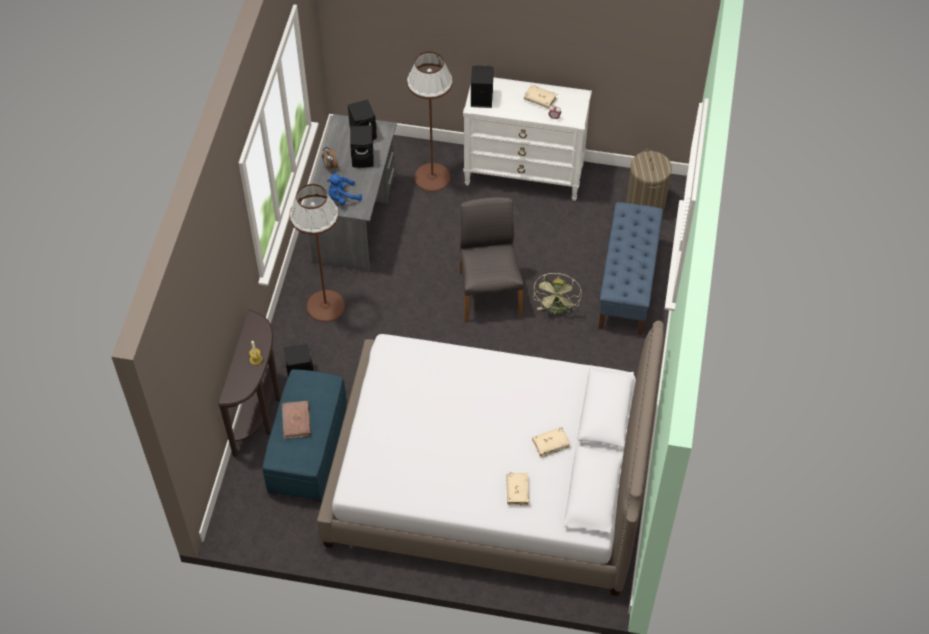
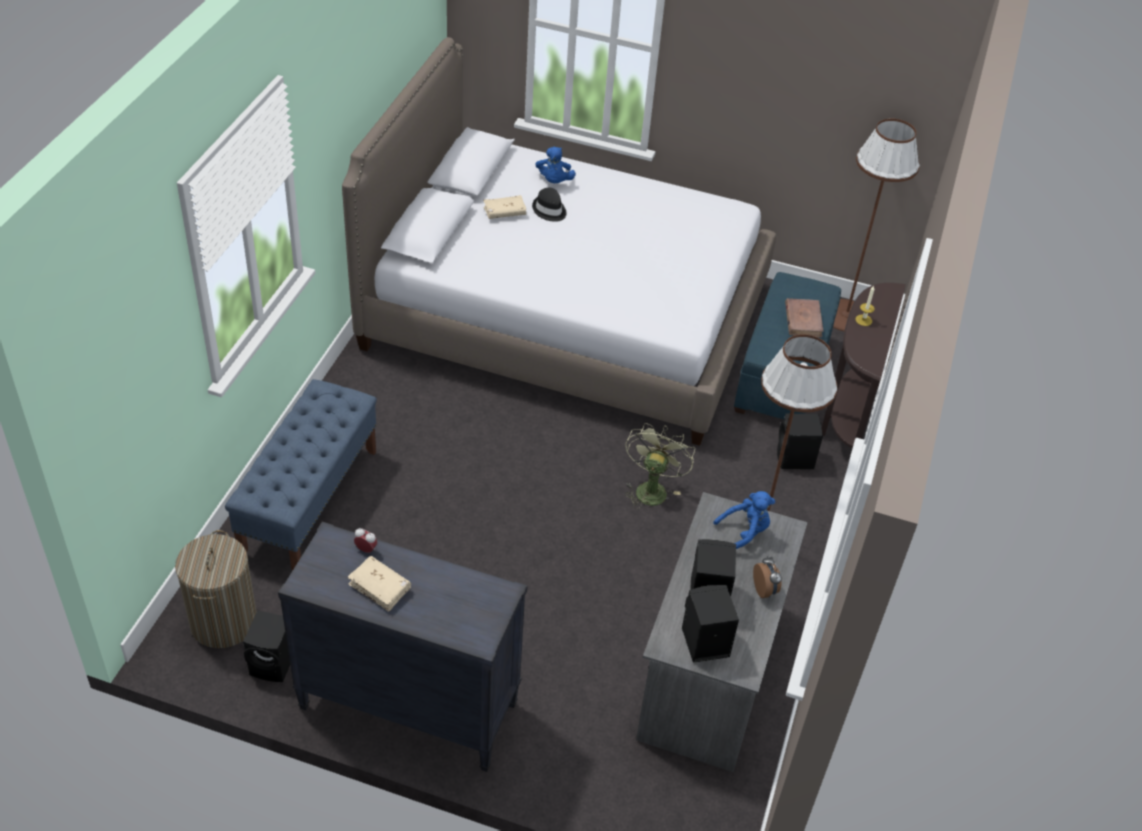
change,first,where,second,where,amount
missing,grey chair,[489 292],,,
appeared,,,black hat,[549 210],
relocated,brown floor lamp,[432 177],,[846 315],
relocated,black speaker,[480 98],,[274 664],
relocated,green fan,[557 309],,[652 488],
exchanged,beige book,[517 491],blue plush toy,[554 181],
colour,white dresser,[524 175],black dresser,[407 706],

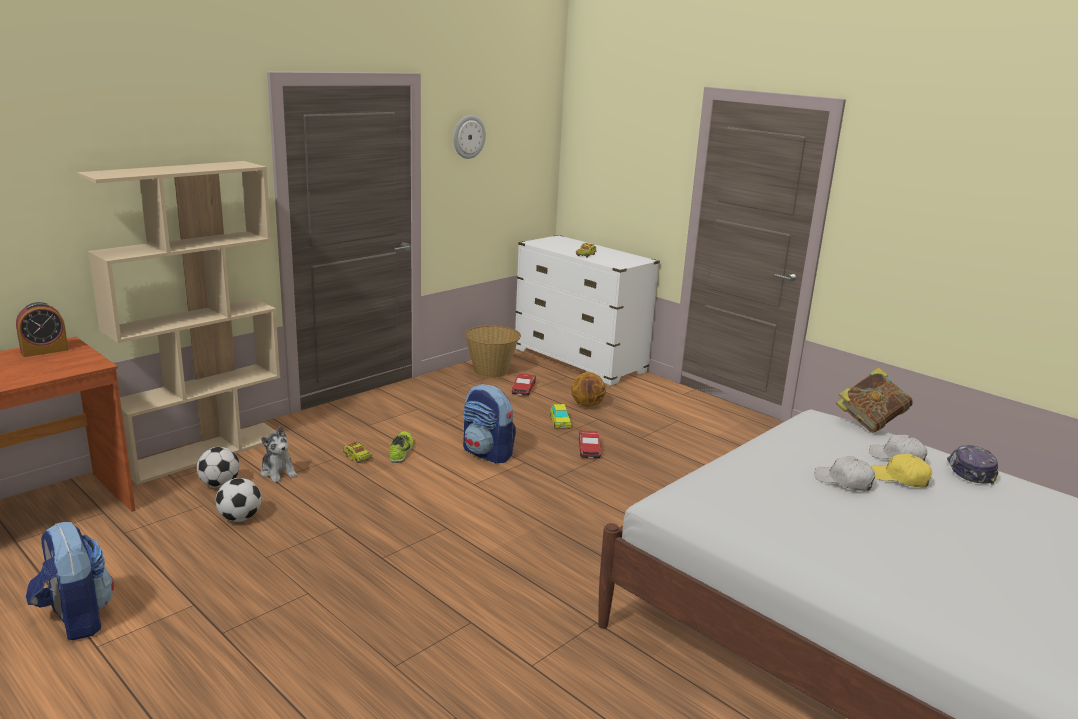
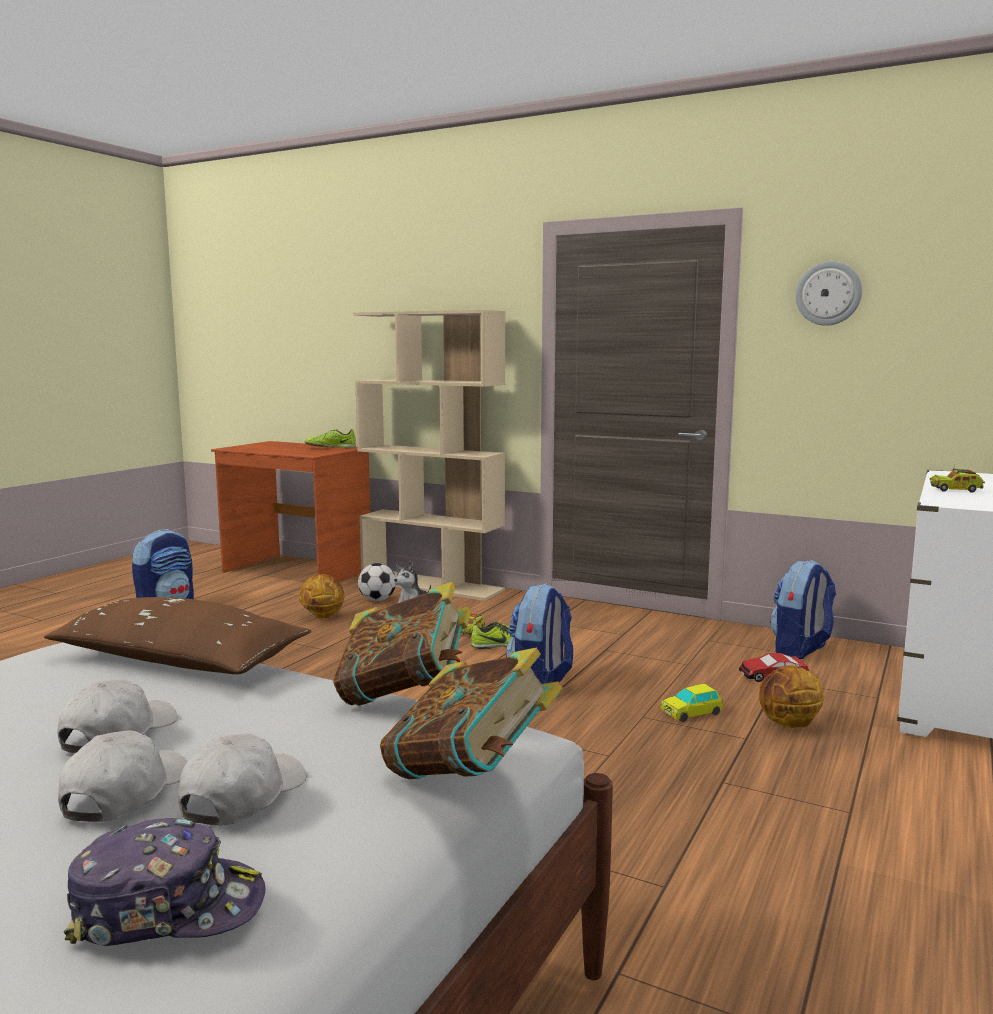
change,first,where,second,where,amount
missing,toy car,[589 450],,,
appeared,,,brown pillow,[179 661],
appeared,,,book,[405 695],
exchanged,alarm clock,[44 351],shoe,[330 448],
exchanged,football,[240 518],basketball,[323 616],
exchanged,basket,[491 371],backpack,[801 650],
colour,yellow cap,[900 478],white cap,[125 793],

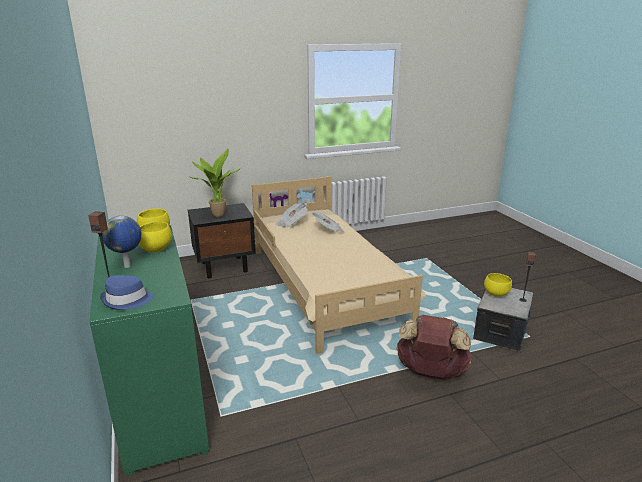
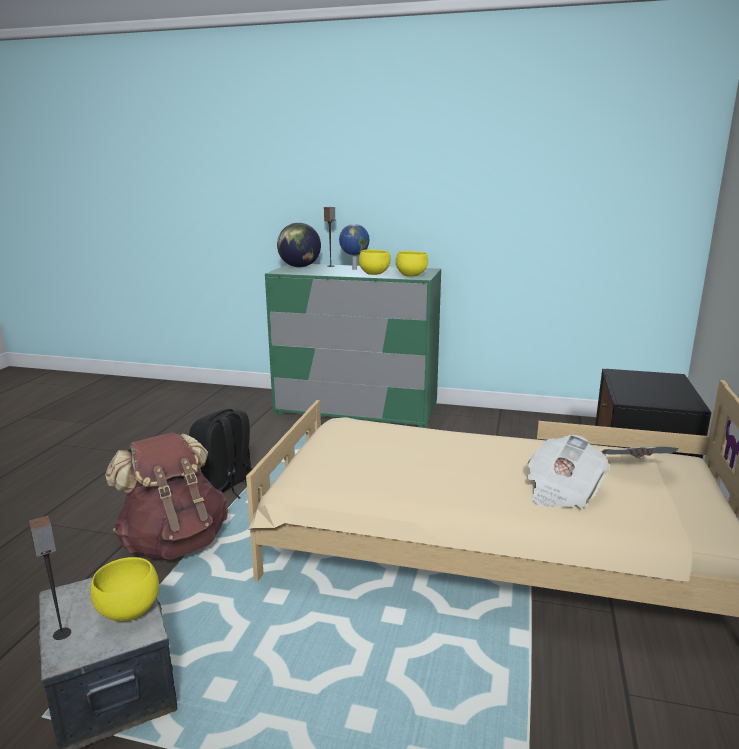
change,first,where,second,where,amount
missing,potted plant,[217 215],,,
appeared,,,black backpack,[226 486],
exchanged,blue hat,[127 300],globe,[299 267],

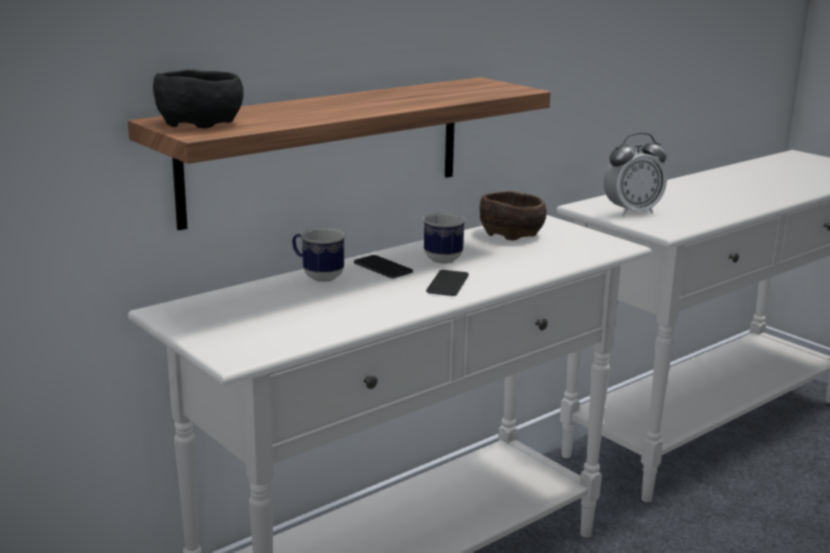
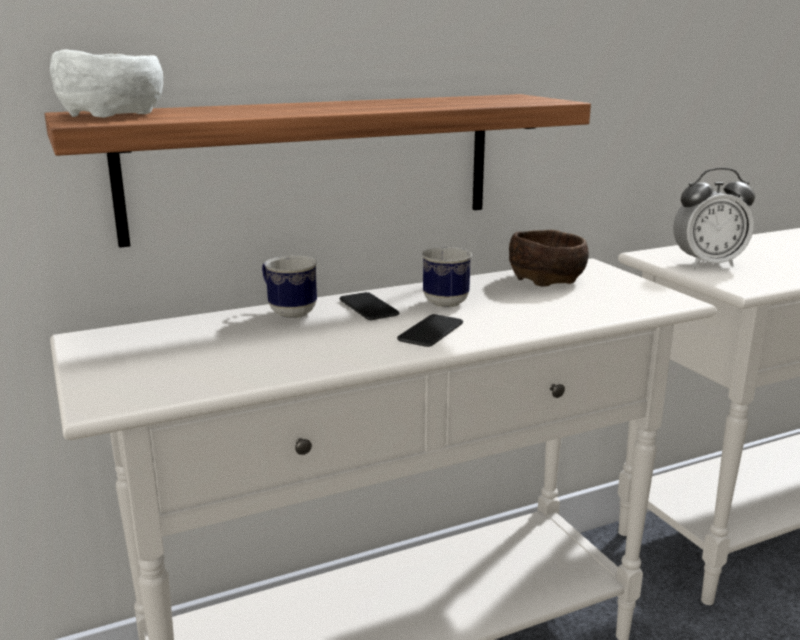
change,first,where,second,where,amount
colour,black bowl,[200 122],white bowl,[114 114],

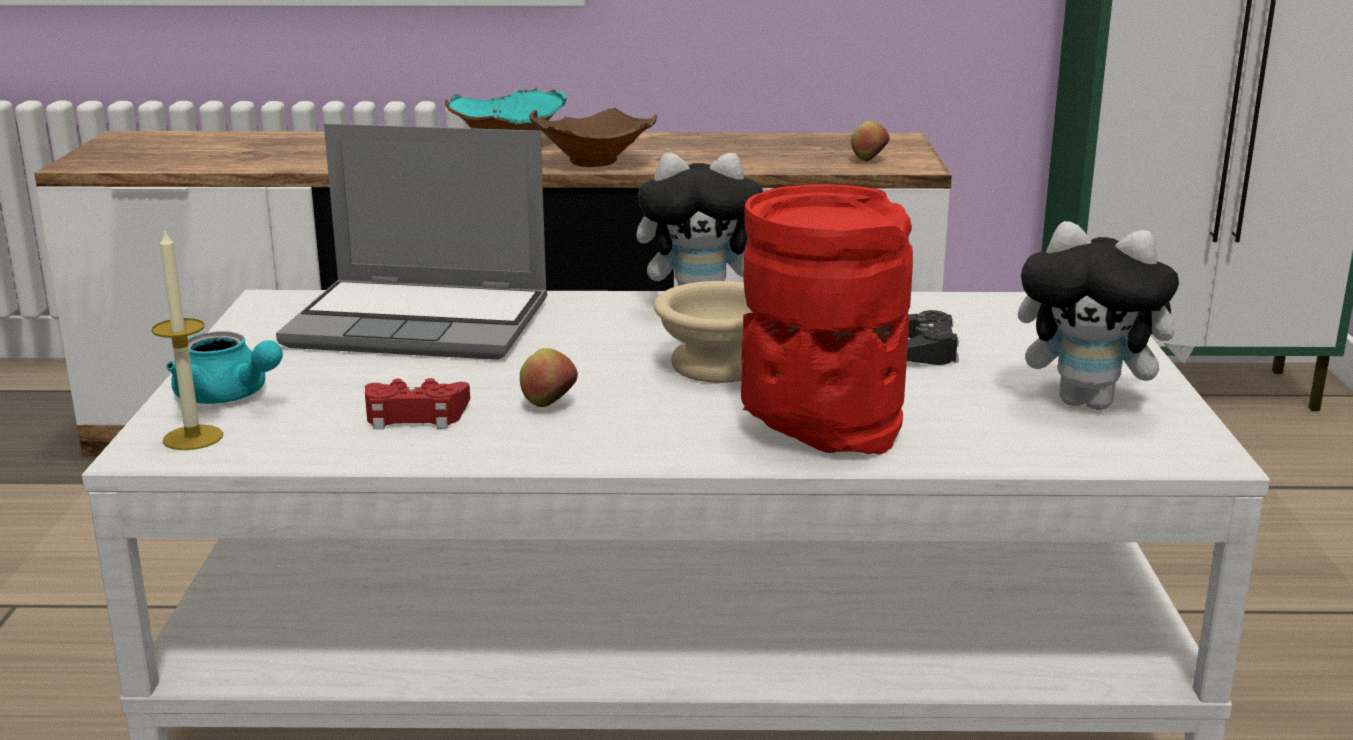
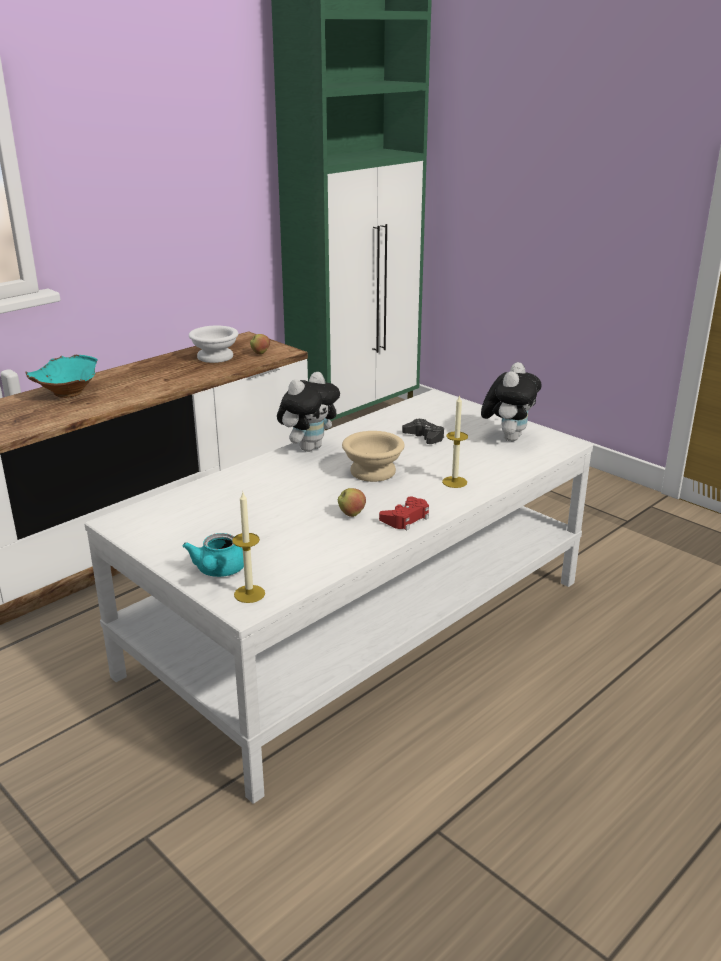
change,first,where,second,where,amount
missing,laptop,[423 323],,,
missing,brown bowl,[594 163],,,
appeared,,,white bowl,[213 357],
relocated,red game controller,[415 415],,[406 518],
exchanged,red vase,[818 428],candle,[454 482],
spun,turquoise teapot,[228 397],,[218 571],105 degrees clockwise
spun,plush toy,[1091 403],,[508 437],45 degrees counterclockwise

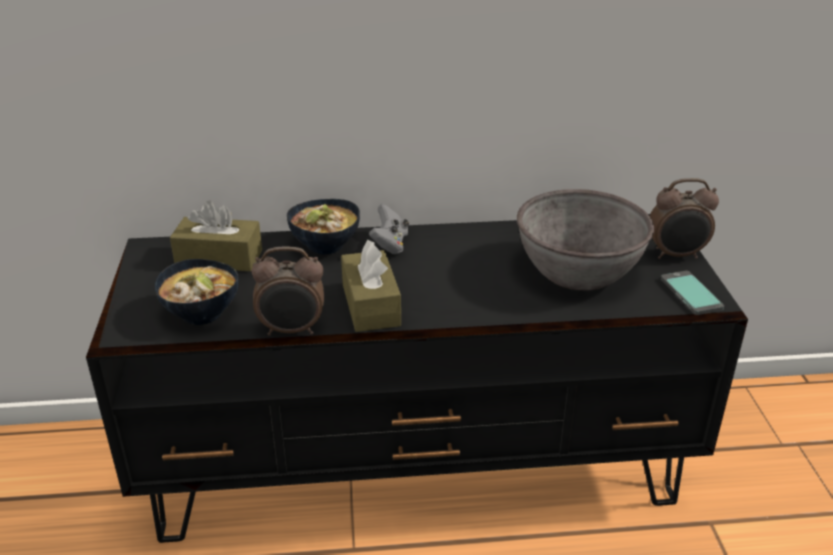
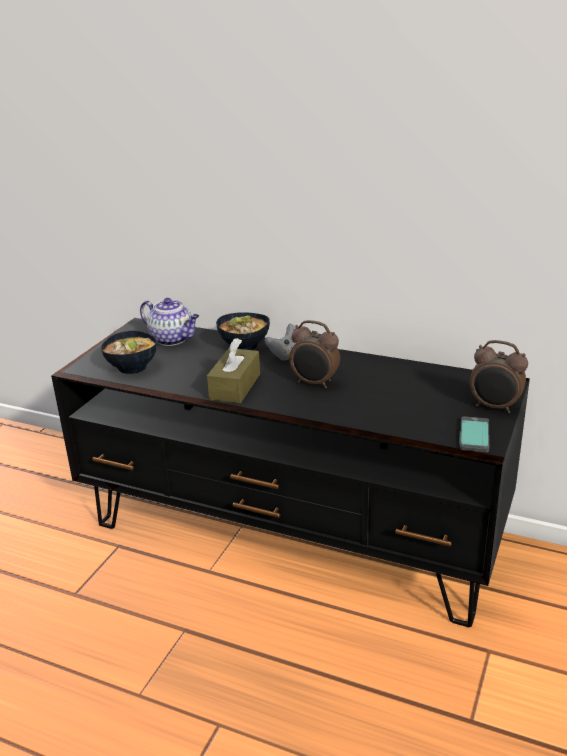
change,first,where,second,where,amount
missing,grey bowl,[578 271],,,
relocated,alarm clock,[292 330],,[314 383],
exchanged,brown tissue box,[219 258],teapot,[173 339],

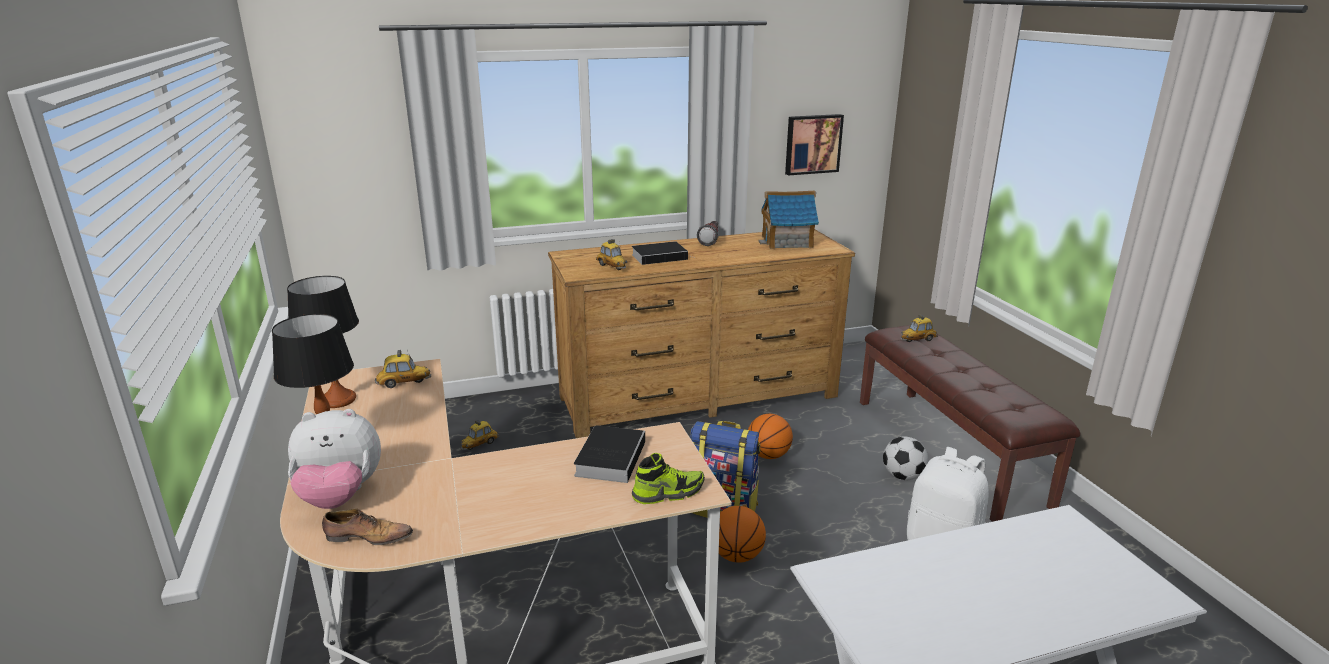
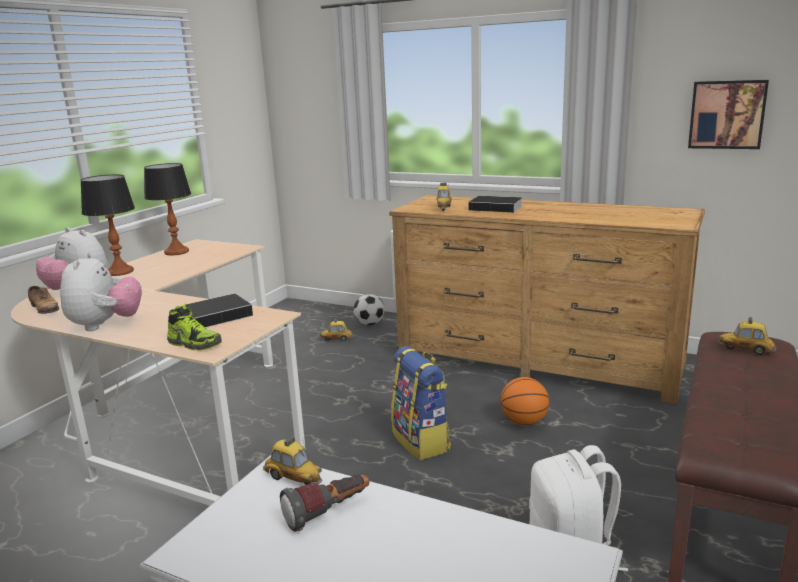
change,first,where,second,where,amount
missing,basketball,[737 555],,,
missing,toy house,[787 242],,,
appeared,,,plush toy,[105 325],
relocated,toy car,[404 383],,[294 478],
relocated,flashlight,[710 240],,[328 513],
relocated,football,[902 476],,[370 324],

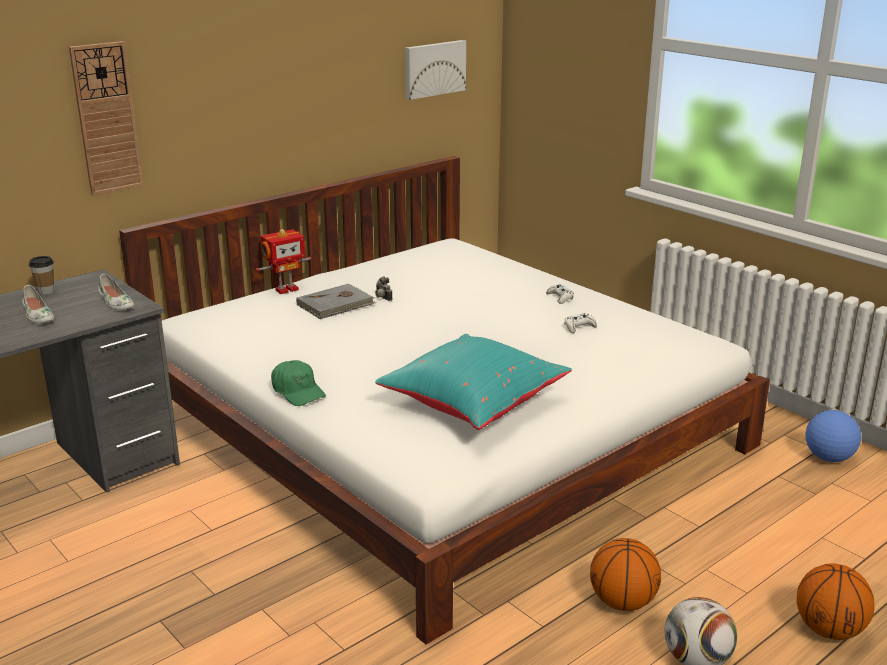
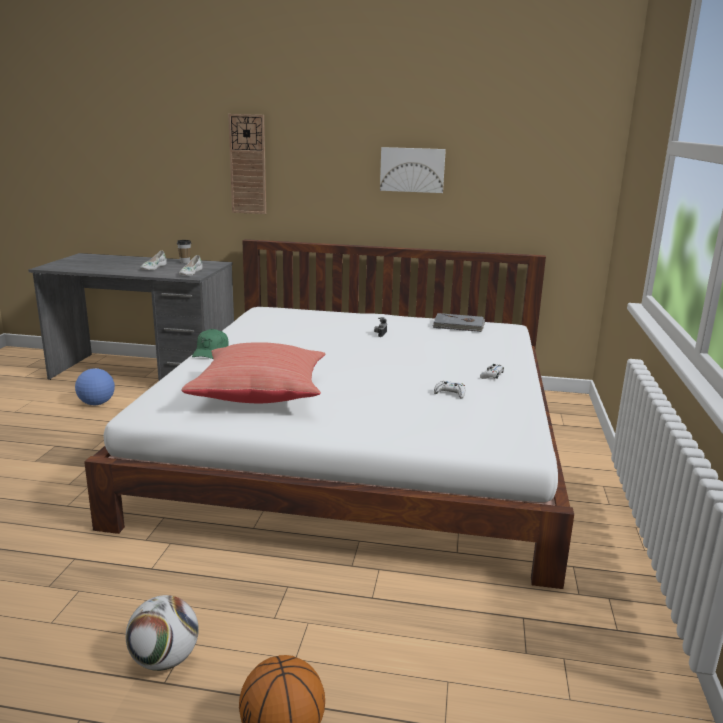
change,first,where,second,where,amount
missing,toy robot,[286 289],,,
missing,basketball,[622 602],,,
relocated,grey book,[336 305],,[459 325],
relocated,picture,[433 69],,[412 169],
relocated,football,[828 458],,[97 403],
colour,turquoise pillow,[472 404],red pillow,[260 395],

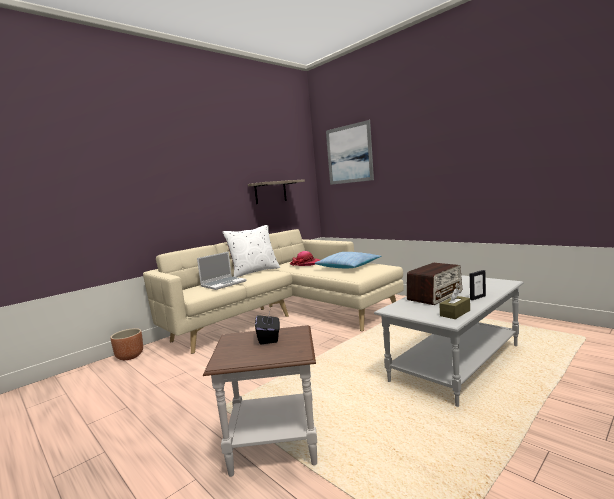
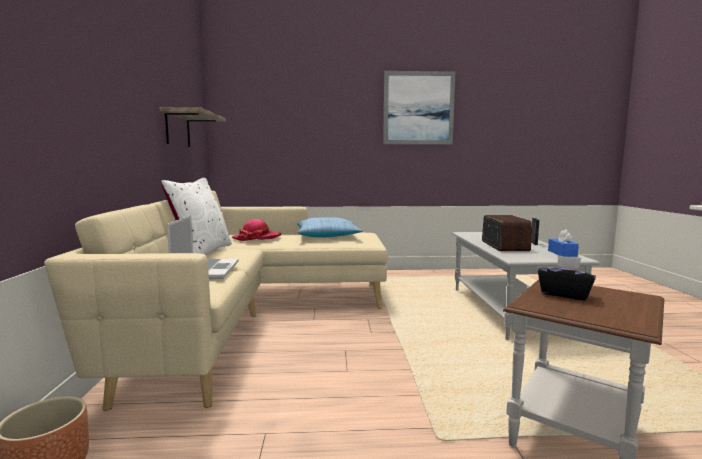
change,first,where,second,where,amount
relocated,picture,[349 154],,[418 108],
colour,brown tissue box,[455 313],blue tissue box,[562 253],

